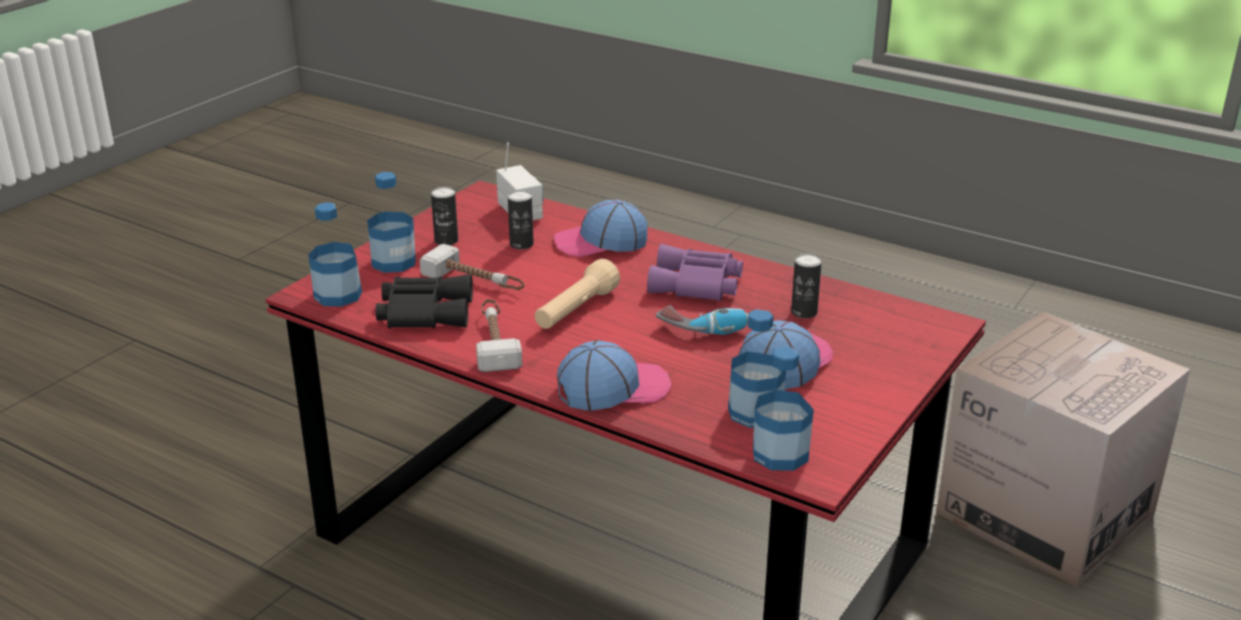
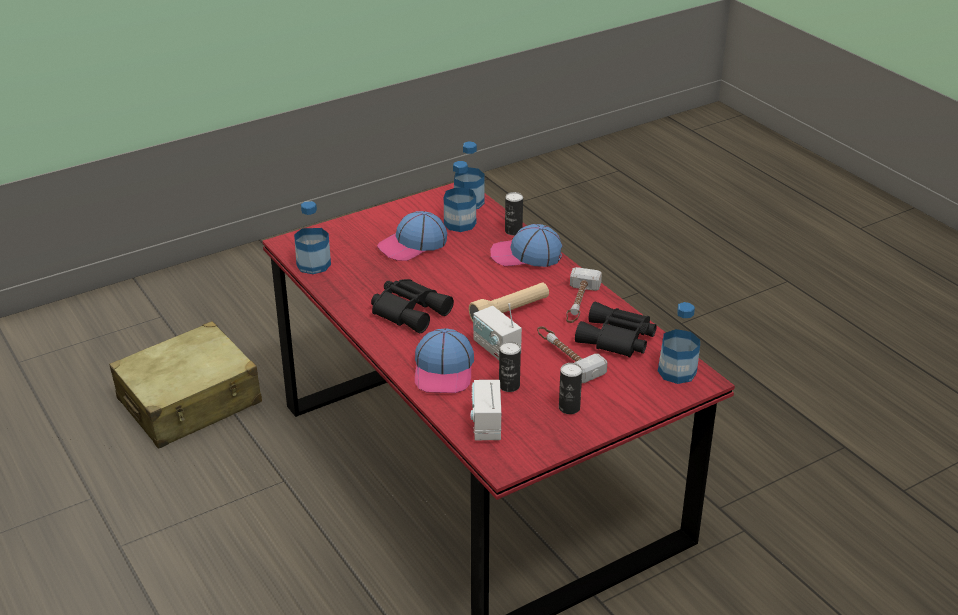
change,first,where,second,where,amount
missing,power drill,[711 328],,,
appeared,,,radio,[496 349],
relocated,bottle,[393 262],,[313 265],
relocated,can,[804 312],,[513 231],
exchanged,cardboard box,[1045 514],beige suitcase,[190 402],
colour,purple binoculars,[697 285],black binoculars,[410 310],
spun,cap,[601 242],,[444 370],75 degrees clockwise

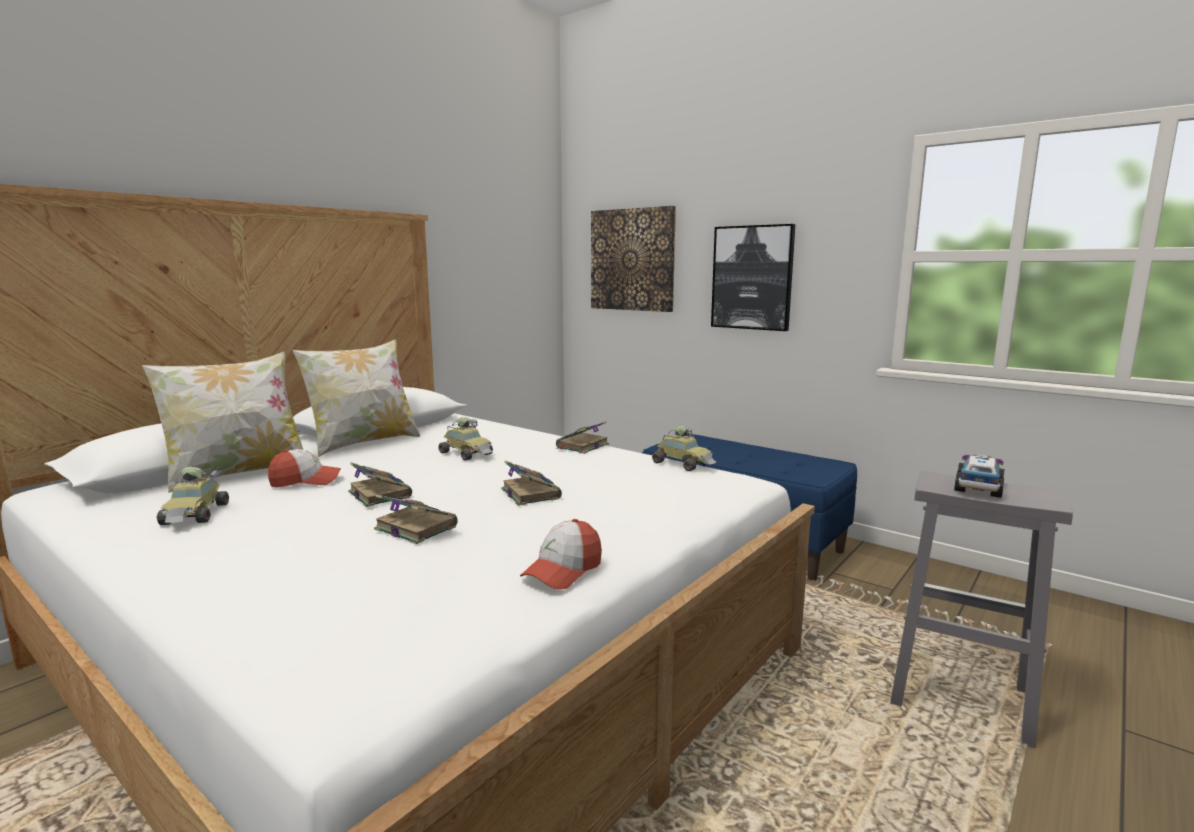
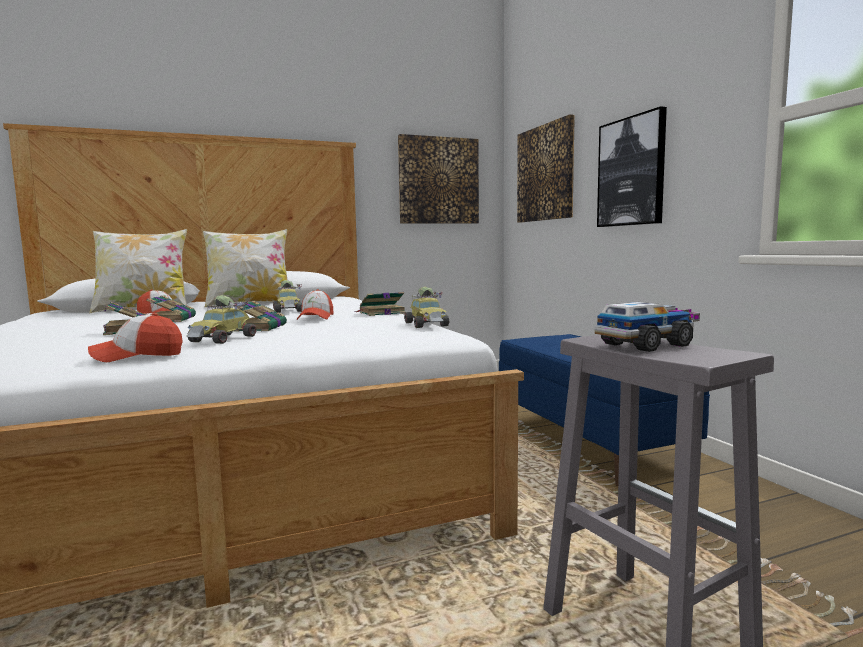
change,first,where,second,where,amount
appeared,,,cap,[316 317],
appeared,,,picture,[438 180],
relocated,toy car,[196 515],,[223 339],

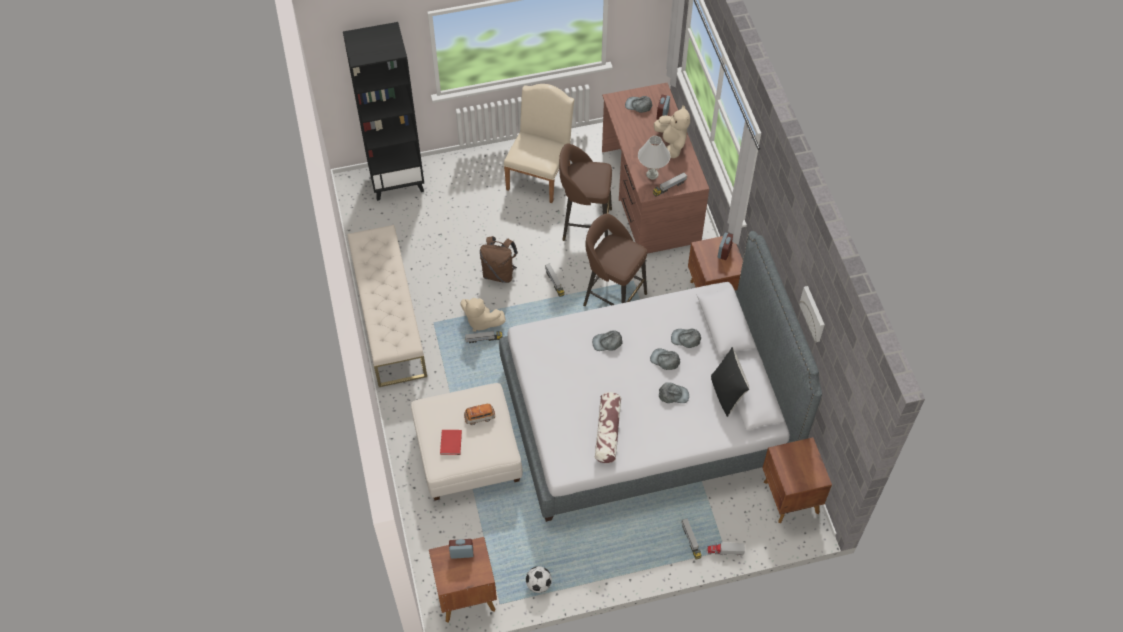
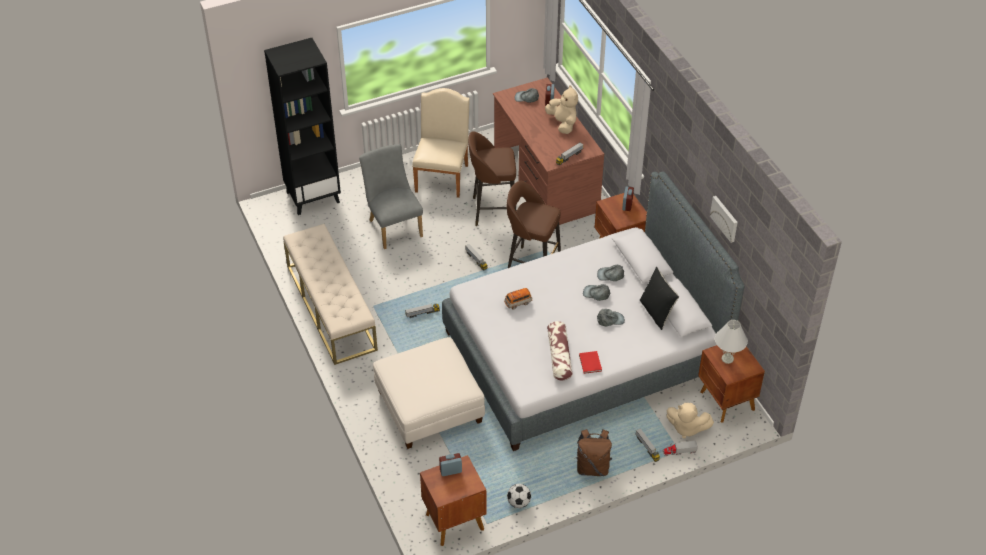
change,first,where,second,where,amount
missing,grey cap,[607 342],,,
appeared,,,grey chair,[393 226],
relocated,red book,[450 443],,[590 363],
relocated,beige plush toy,[481 321],,[686 428],
relocated,toy car,[480 417],,[518 302],
relocated,brown backpack,[499 273],,[592 467],
relocated,white table lamp,[652 174],,[727 358],

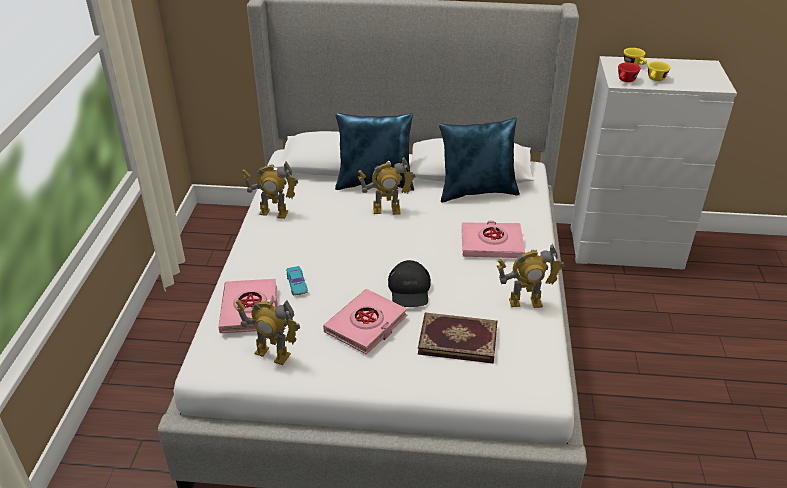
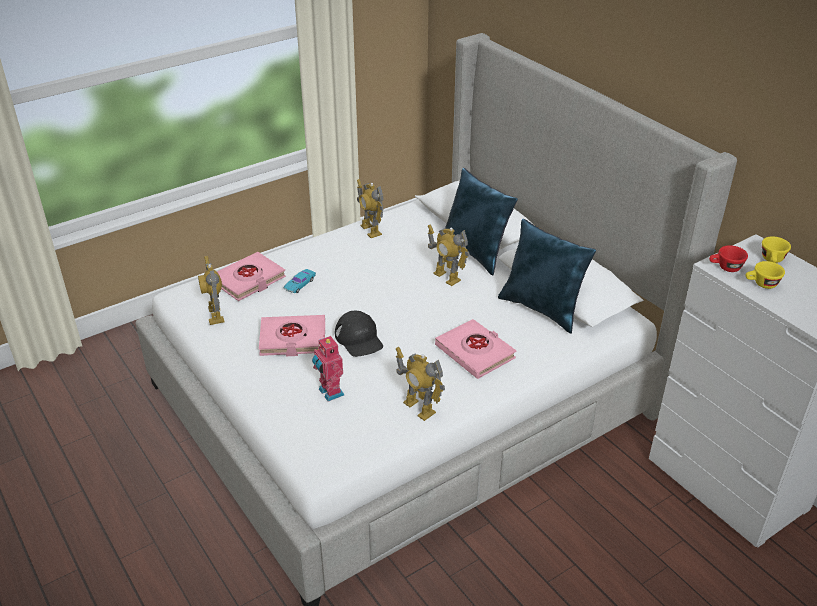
change,first,where,second,where,amount
exchanged,book,[458 339],toy robot,[329 392],
spun,black cap,[409 289],,[359 339],75 degrees counterclockwise

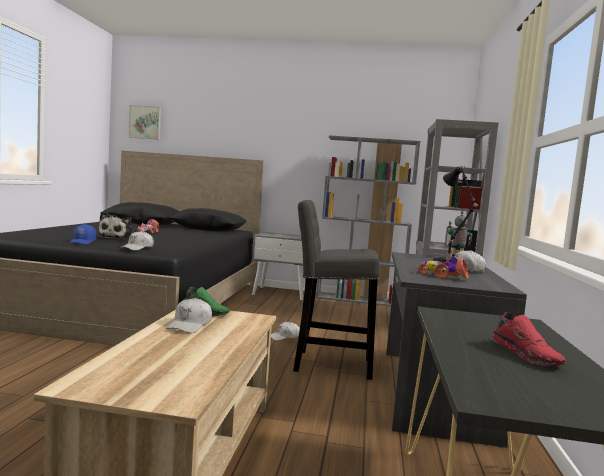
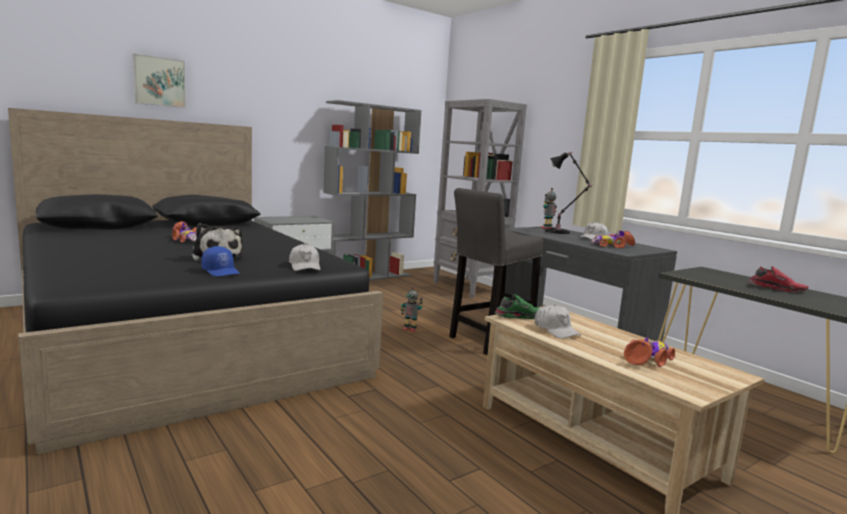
change,first,where,second,where,amount
appeared,,,toy car,[648 359],
relocated,picture,[145 122],,[159 81],
exchanged,white cap,[284 337],toy robot,[410 329],

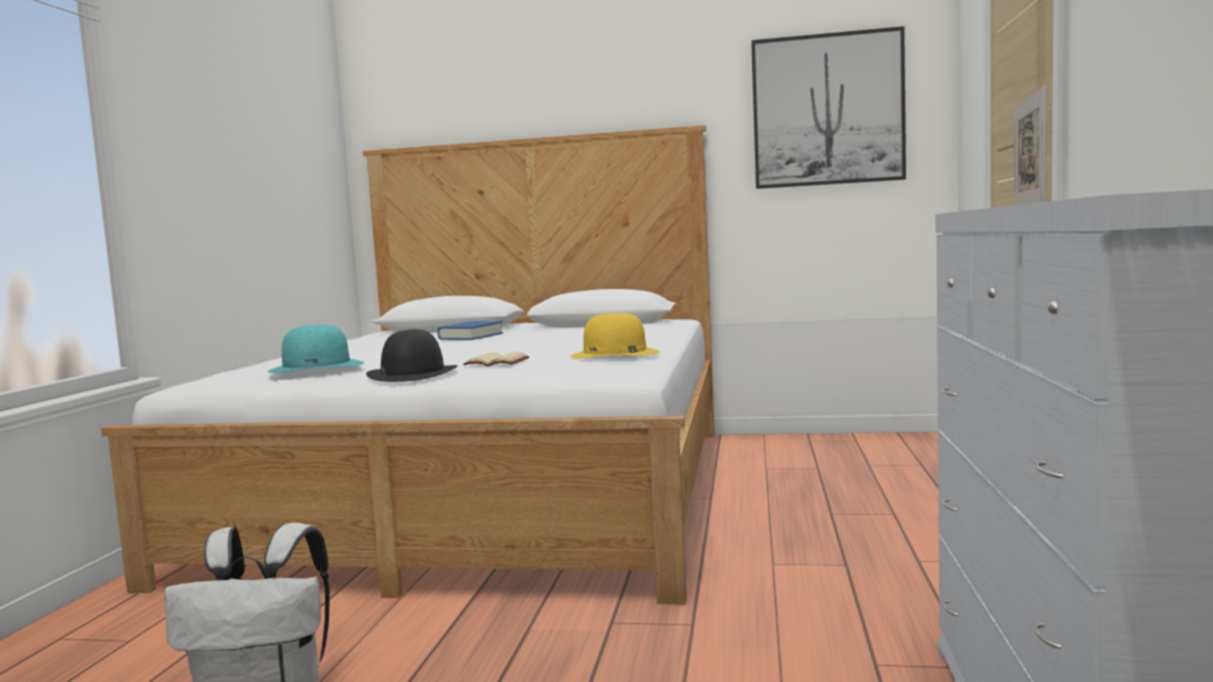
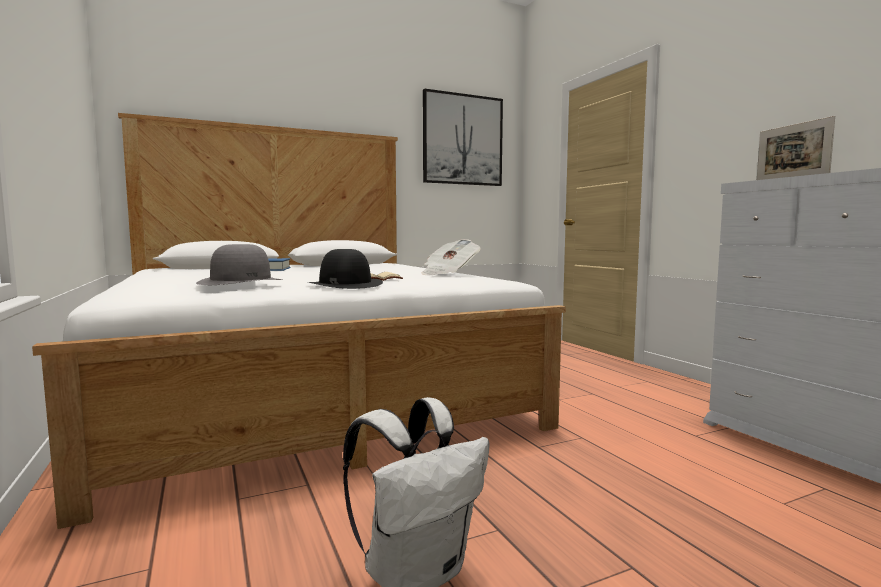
change,first,where,second,where,amount
exchanged,yellow hat,[614 354],newspaper,[448 273],
colour,turquoise hat,[317 367],grey hat,[241 281],

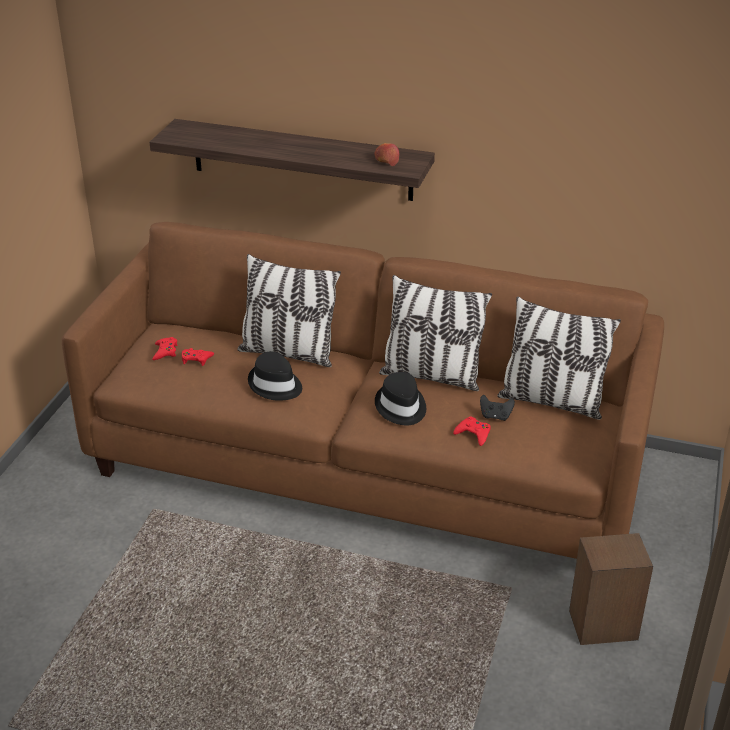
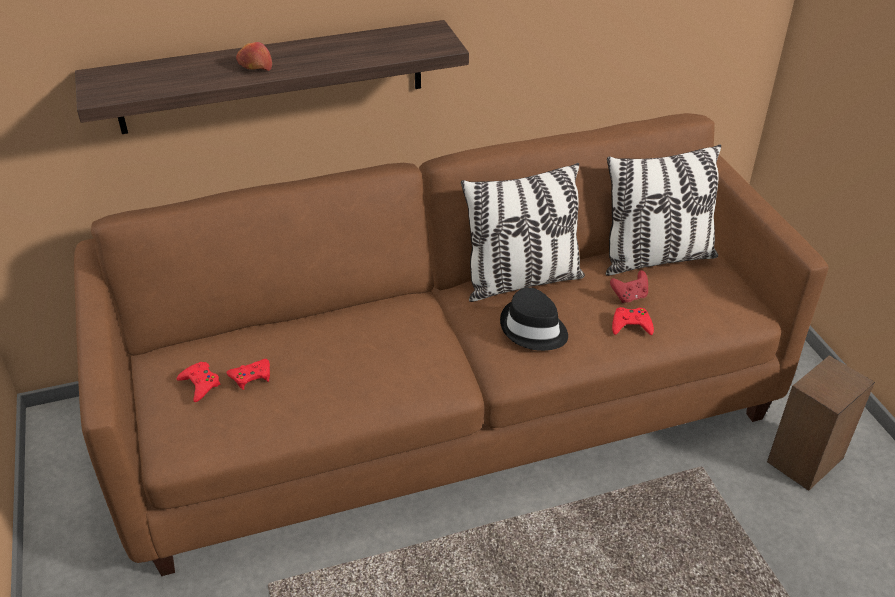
change,first,where,second,where,amount
missing,pillow,[288 353],,,
missing,black hat,[275 385],,,
relocated,apple,[386 161],,[255 66],
colour,black game controller,[495 416],red game controller,[629 296],

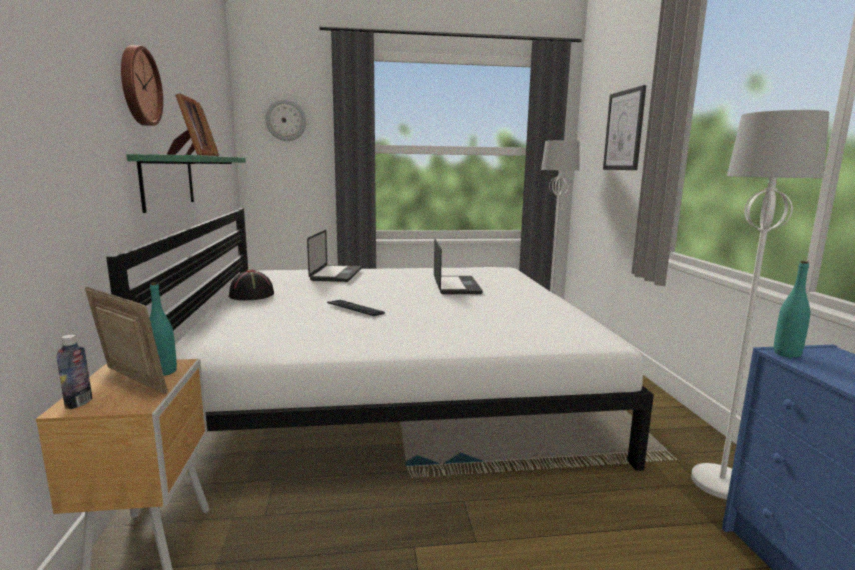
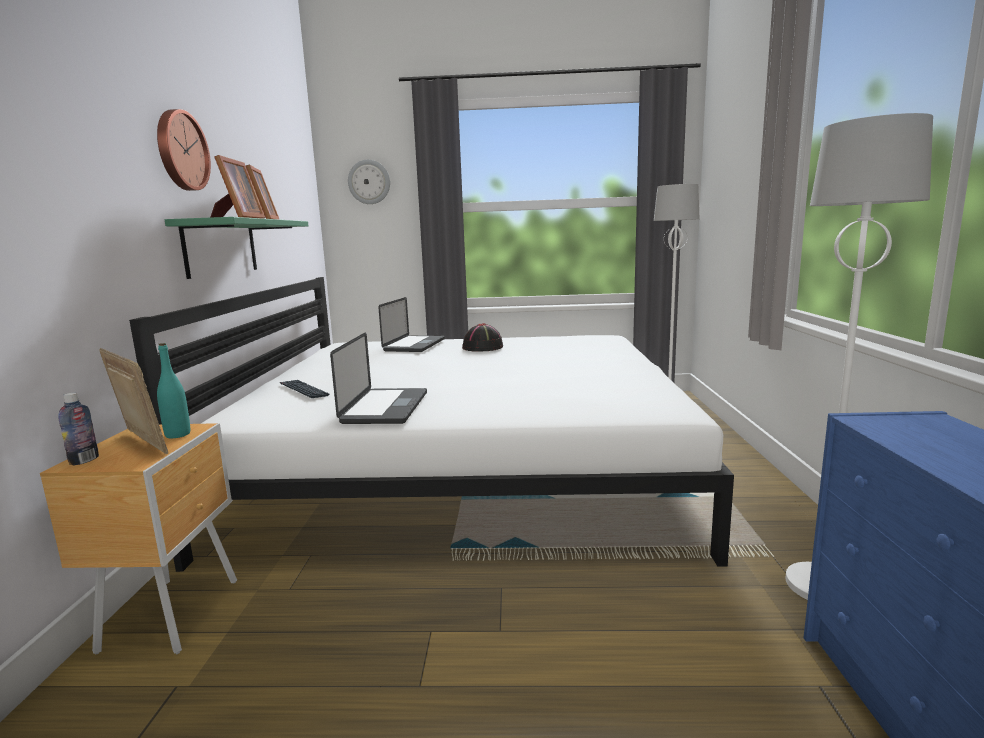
change,first,where,second,where,amount
missing,picture,[624 130],,,
missing,turquoise bottle,[786 354],,,
relocated,black hat,[251 295],,[483 348],
relocated,keyboard,[355 309],,[303 390],
relocated,laptop,[456 286],,[385 407],

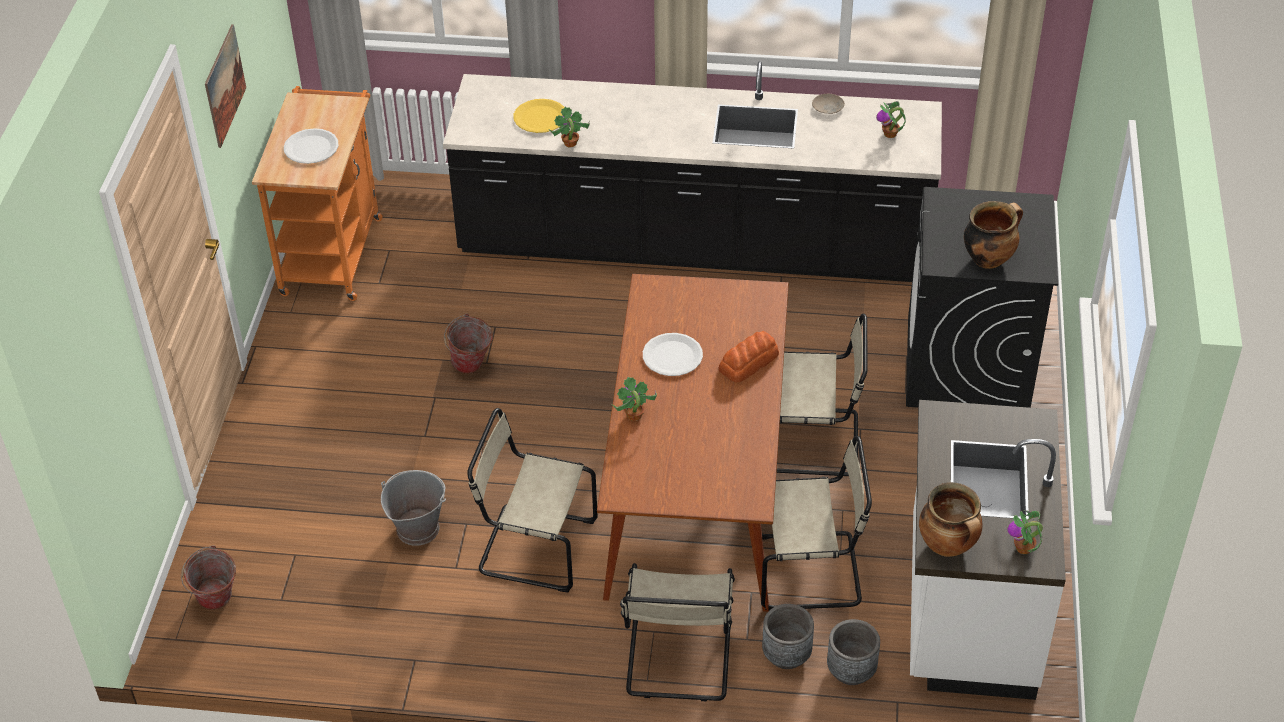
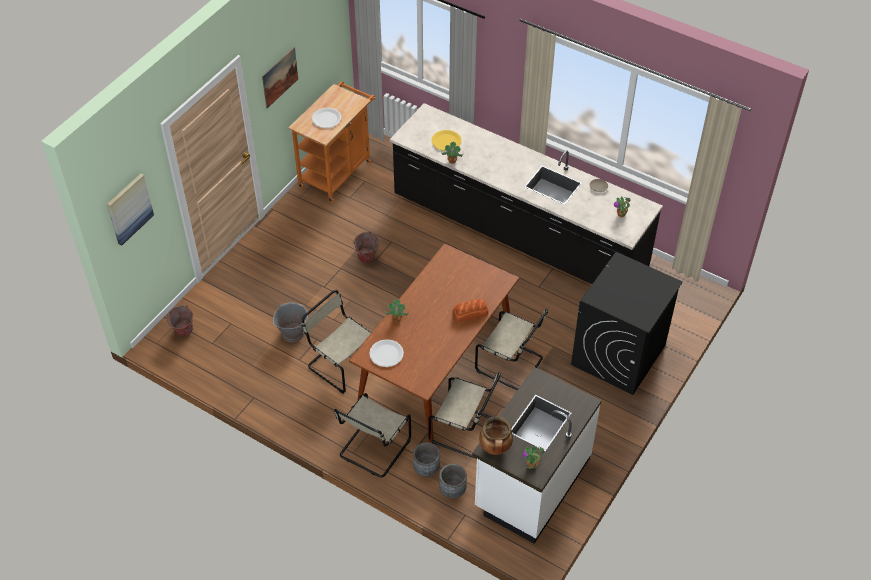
change,first,where,second,where,amount
missing,cooking pot,[988 259],,,
appeared,,,picture,[129 208],
relocated,white plate,[672 356],,[386 354],

